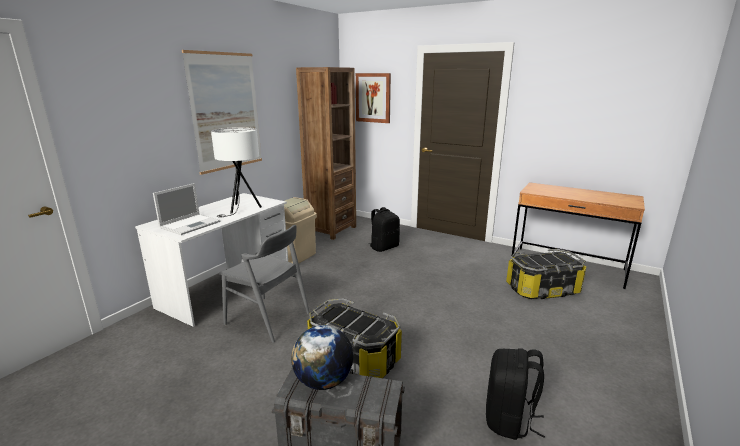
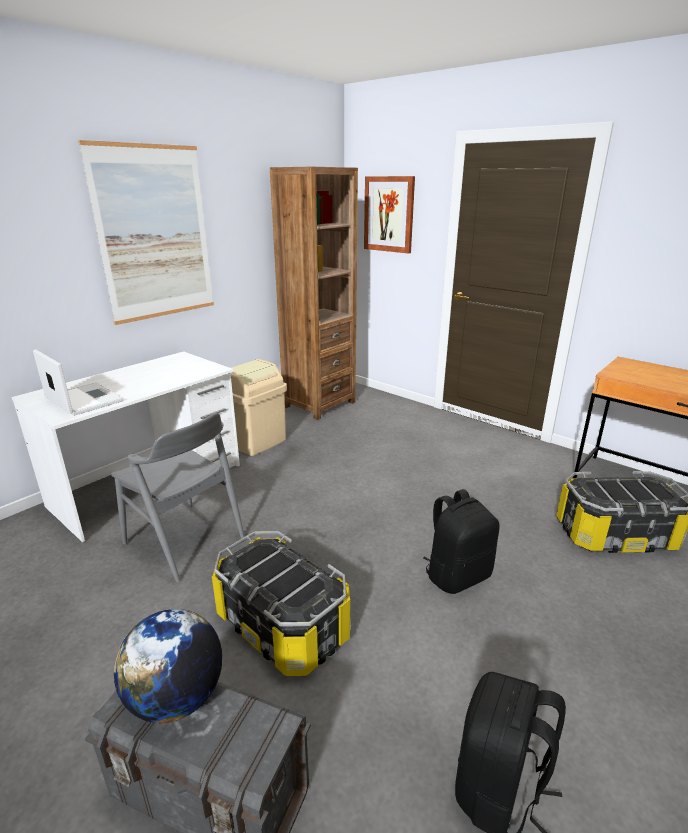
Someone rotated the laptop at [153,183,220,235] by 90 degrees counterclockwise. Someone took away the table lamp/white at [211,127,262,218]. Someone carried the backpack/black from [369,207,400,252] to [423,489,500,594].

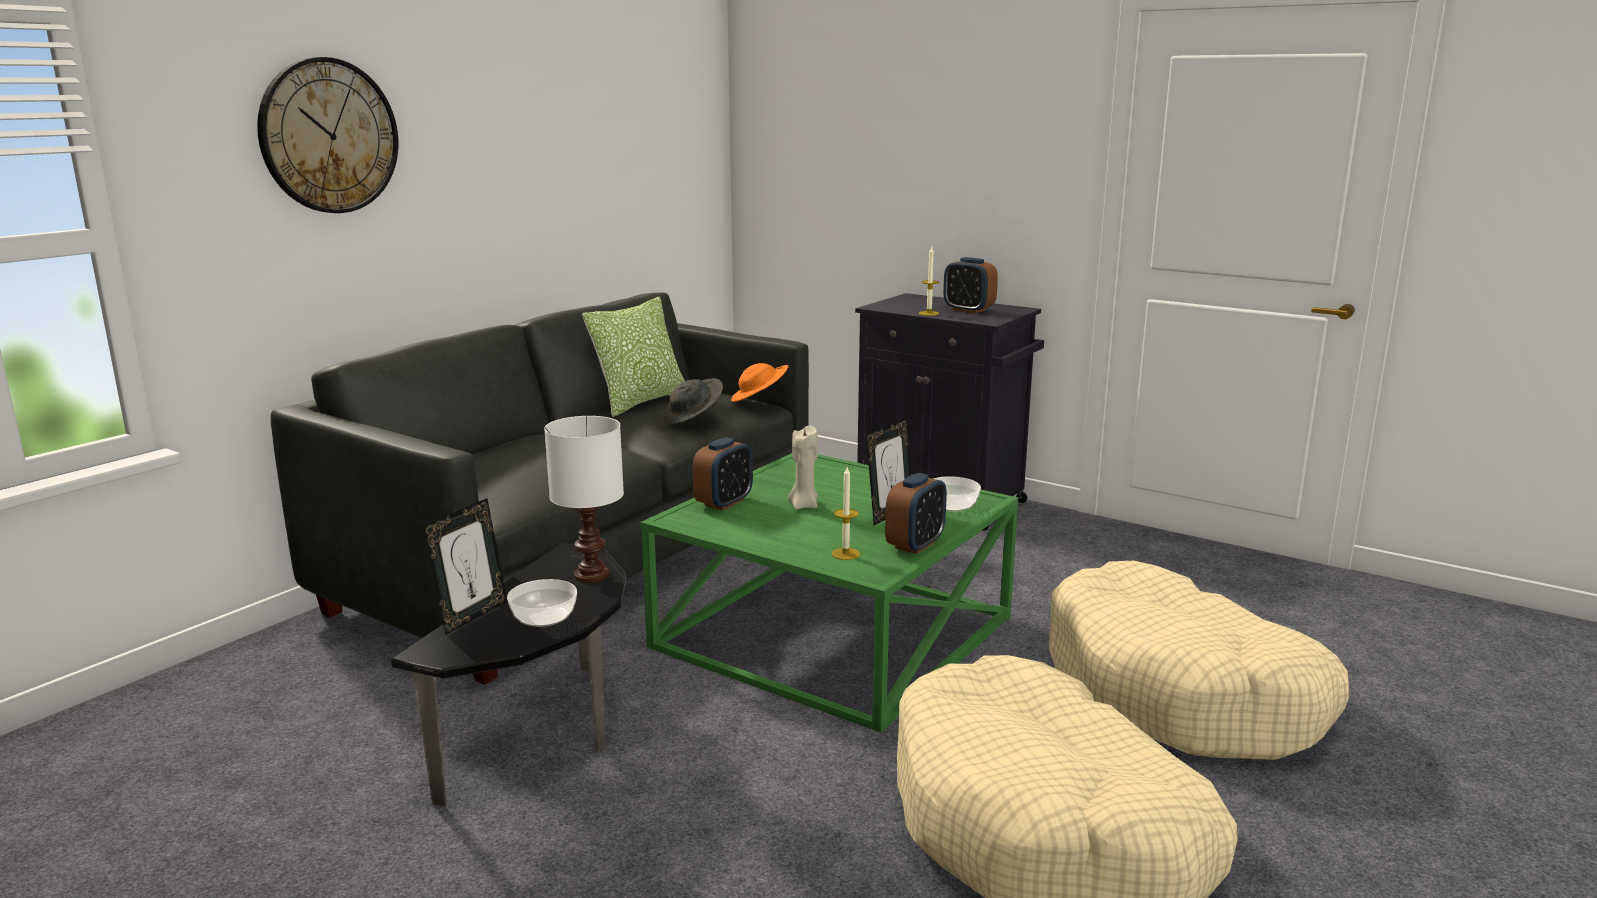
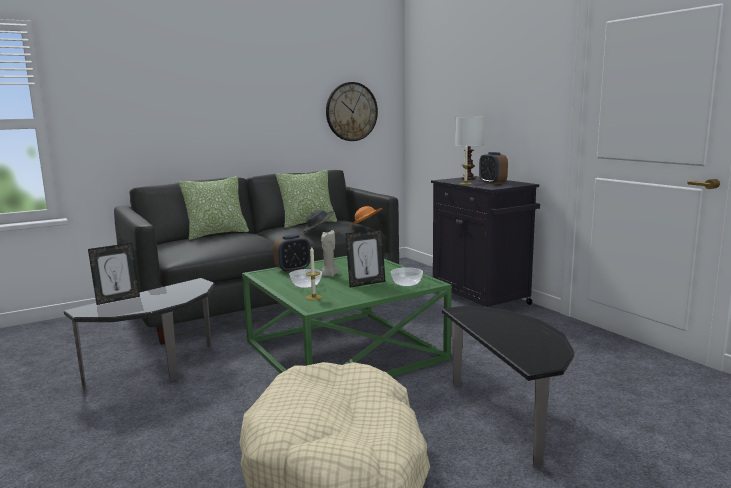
Someone carried the wall clock from [257,57,398,213] to [326,82,378,141]. Someone carried the bowl from [507,579,577,627] to [289,269,322,288]. Someone carried the table lamp/white from [544,416,624,583] to [455,117,484,180]. Someone took away the alarm clock at [885,473,947,554]. Someone swapped the dog bed/beige at [1049,561,1349,760] for the side table at [442,305,574,468]. Someone put down the pillow at [179,176,249,240].

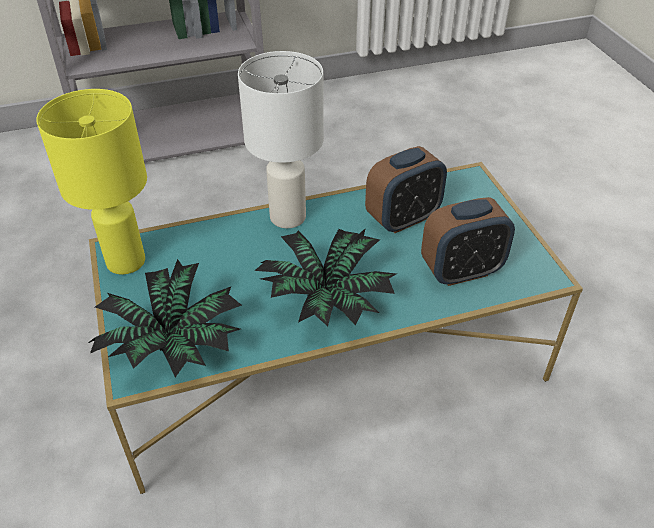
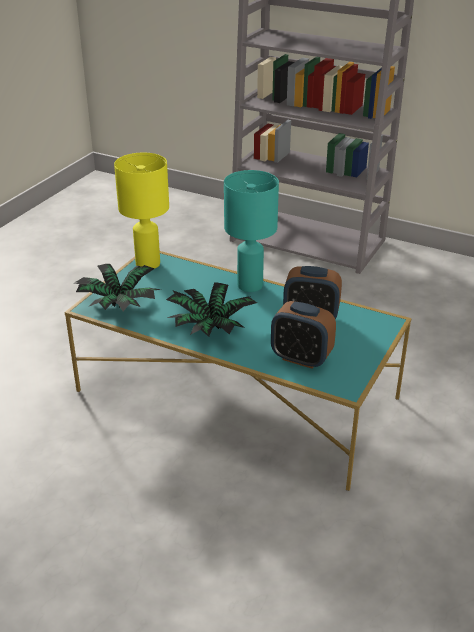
Someone repainted the table lamp/white at [238,51,324,228], which became the table lamp/turquoise at [224,170,279,292].

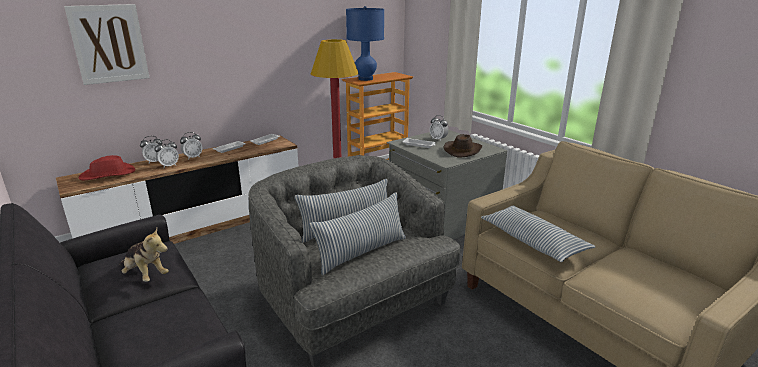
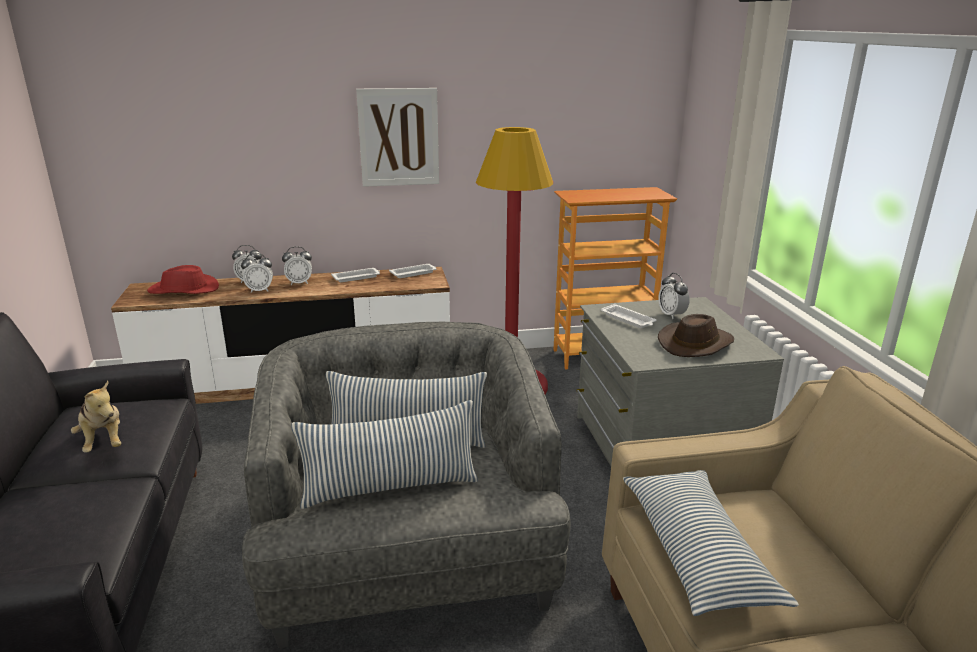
Someone carried the picture from [64,4,150,85] to [356,88,439,187]. Someone took away the table lamp/blue at [346,6,384,81].

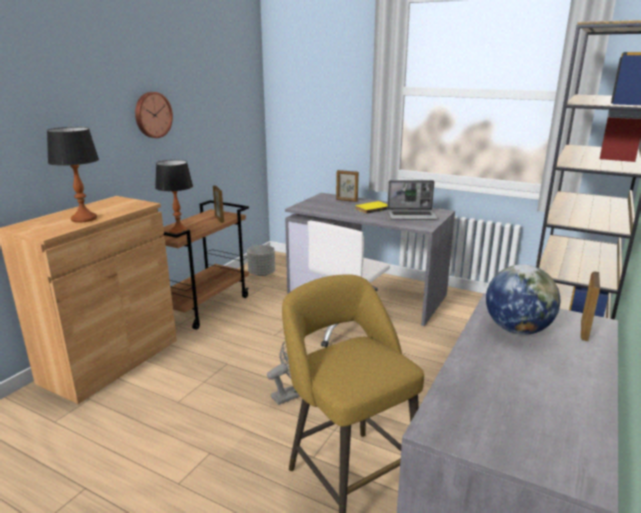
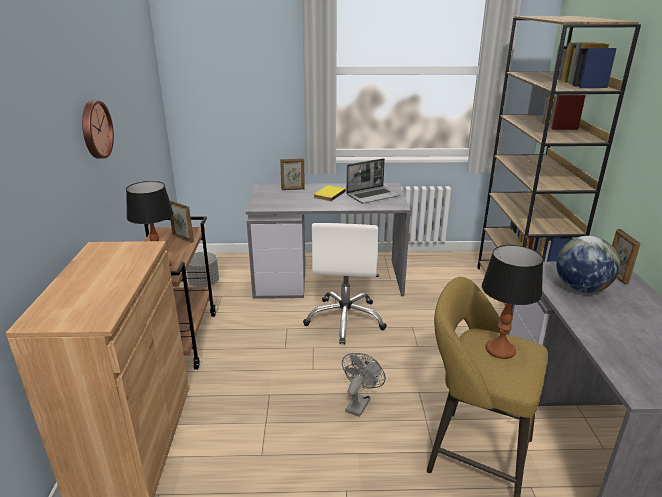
Someone carried the table lamp from [47,127,99,223] to [482,245,543,359].

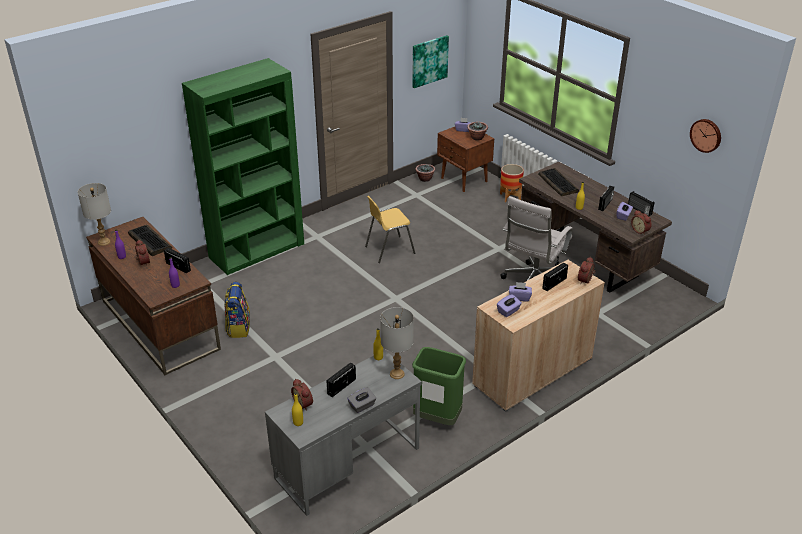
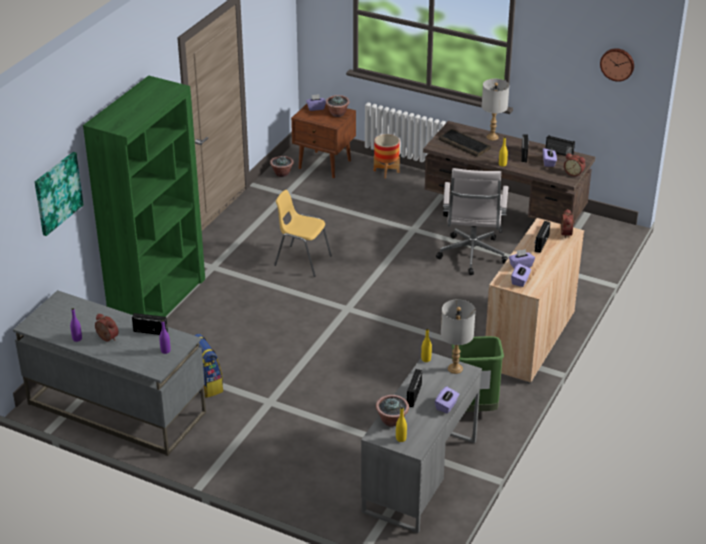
Someone carried the table lamp/grey from [78,183,111,246] to [482,79,509,140]. Someone repainted the desk/brown at [86,217,221,375], which became the desk/grey at [13,290,206,456]. Someone took away the keyboard at [128,225,172,256]. Someone swapped the alarm clock at [291,379,313,411] for the potted plant at [376,395,409,427]. Someone repainted the tissue box/grey at [347,387,376,413], which became the tissue box/purple at [435,386,459,413]. Someone rotated the chair/yellow at [365,196,415,263] by 75 degrees clockwise. Someone carried the picture from [412,35,449,88] to [35,152,84,236].

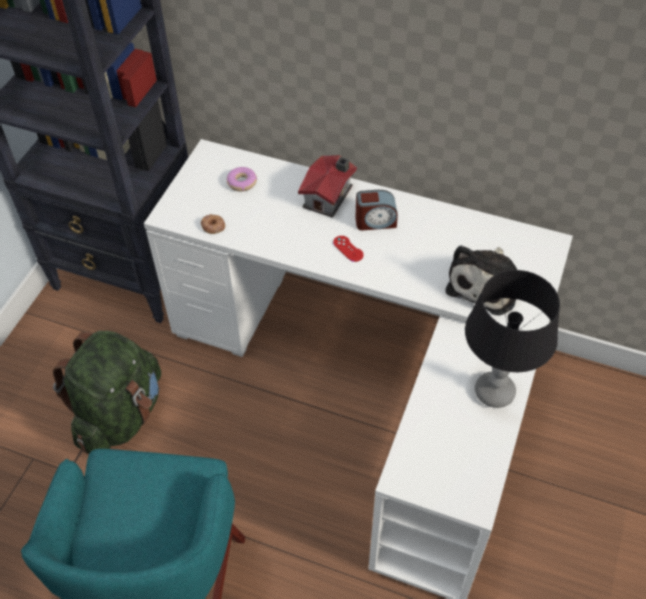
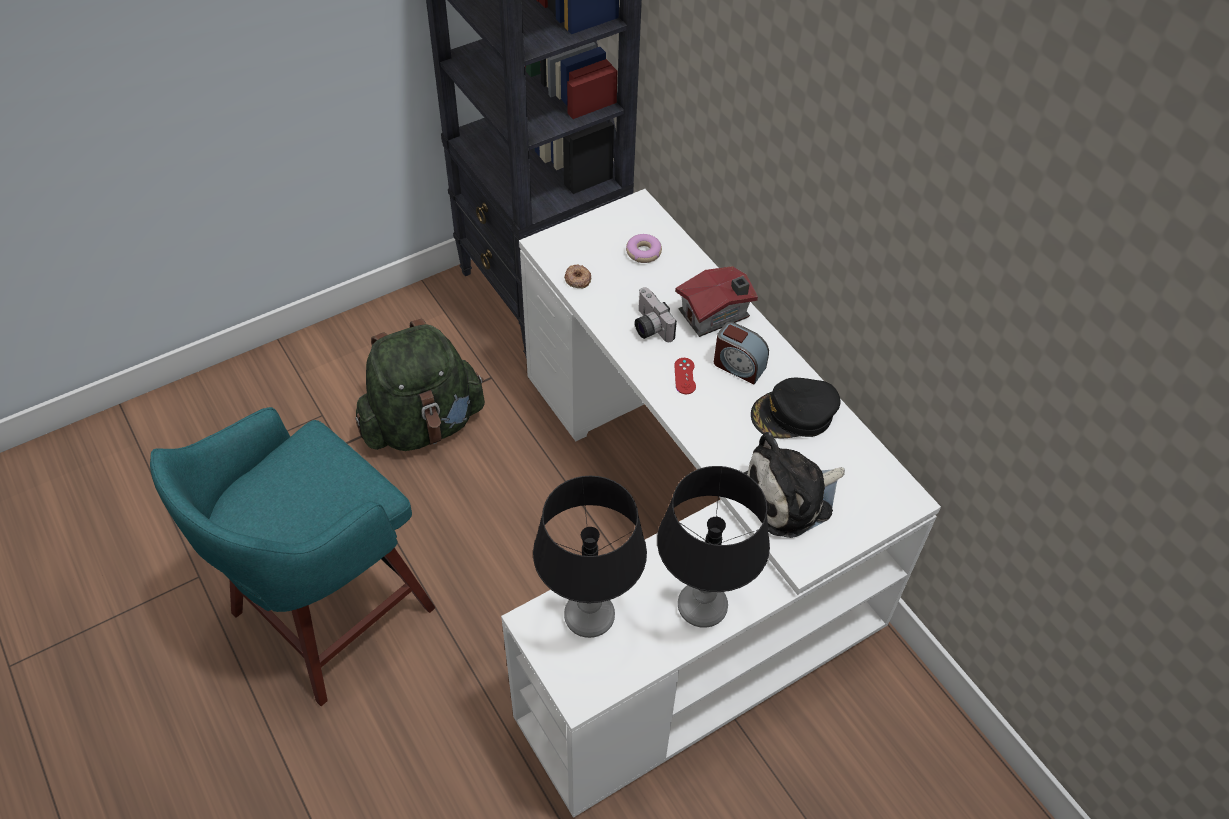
Someone put down the table lamp/black at [533,476,647,638]. Someone put down the photo camera at [635,287,677,342]. Someone put down the cap/black at [751,378,841,438].

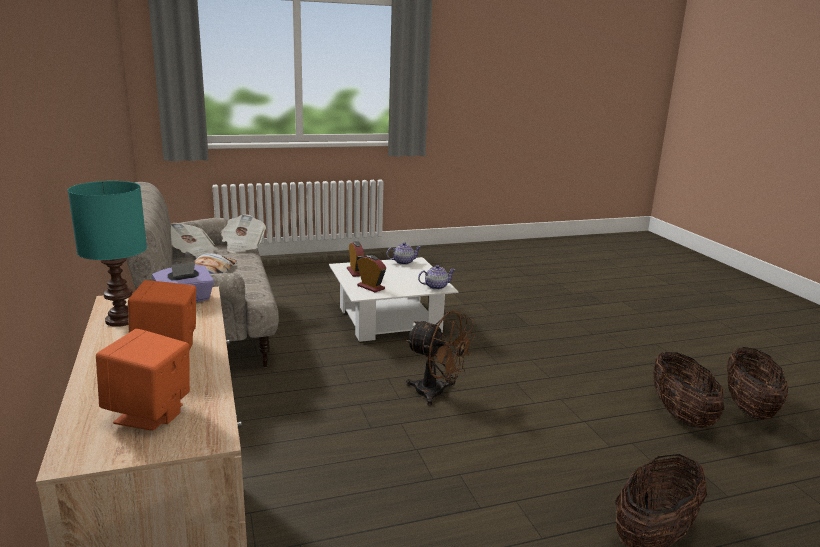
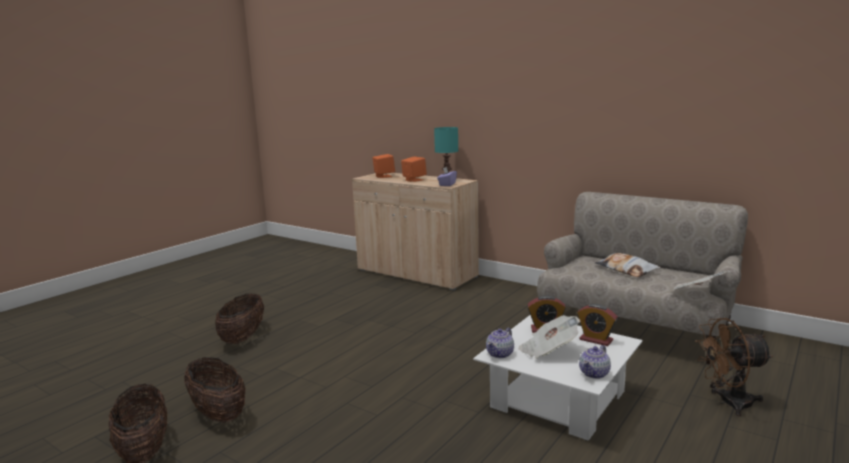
Someone carried the newspaper from [171,223,217,258] to [519,315,580,359]. Someone carried the fan/brown from [406,311,475,406] to [695,318,773,416].

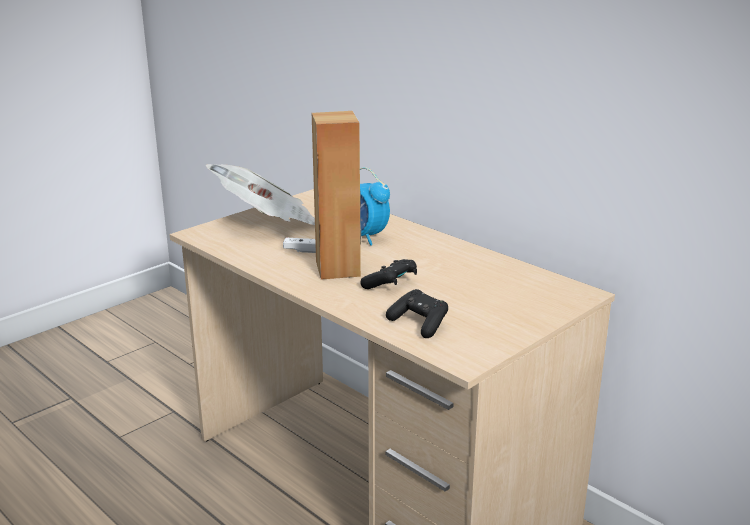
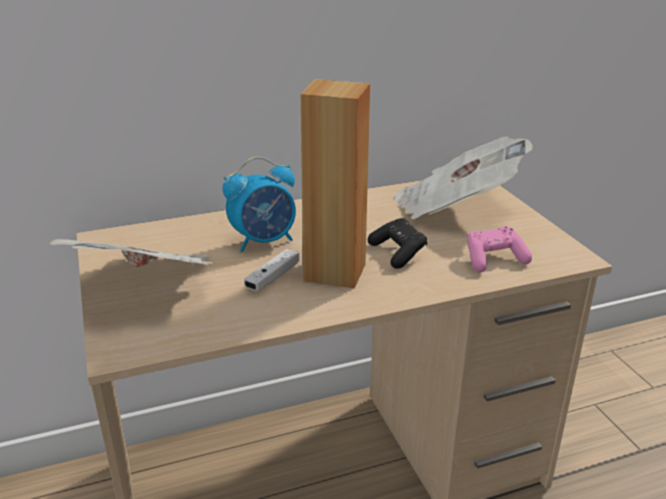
Someone repainted the game controller/black at [386,289,448,338], which became the game controller/pink at [467,226,532,272]. Someone put down the newspaper at [394,137,533,219].

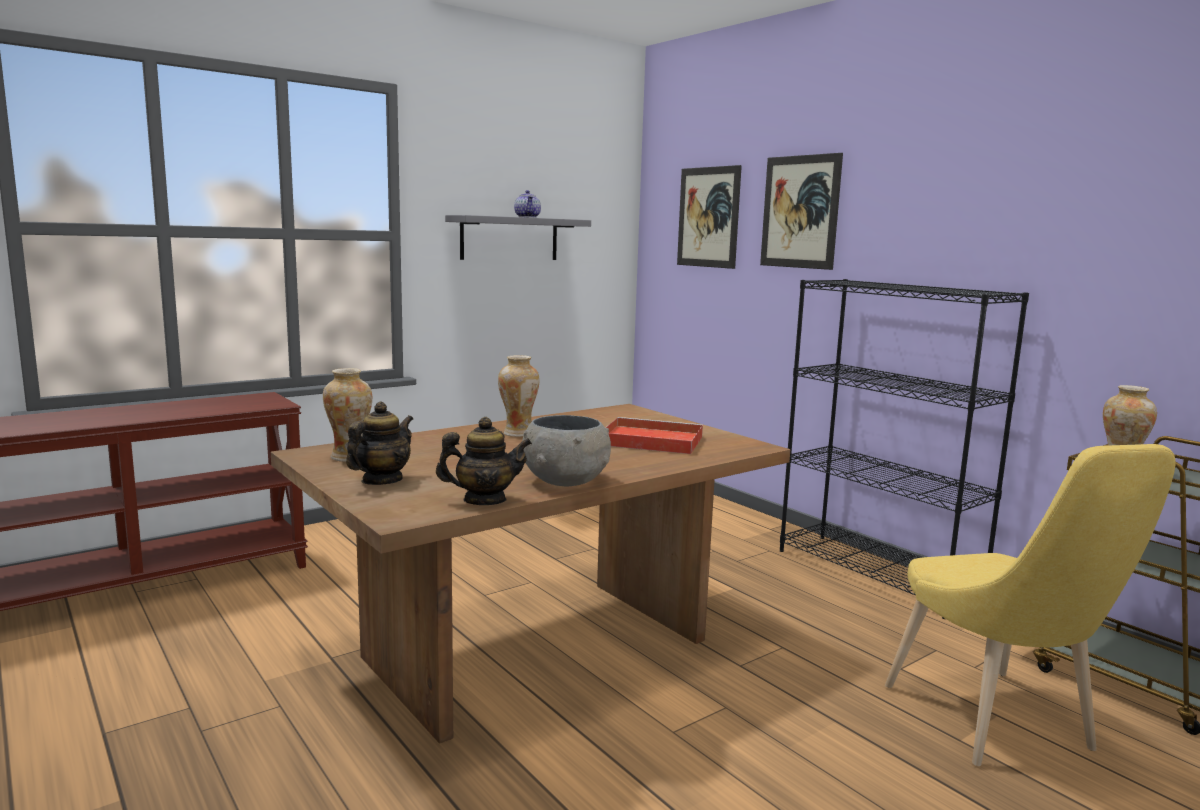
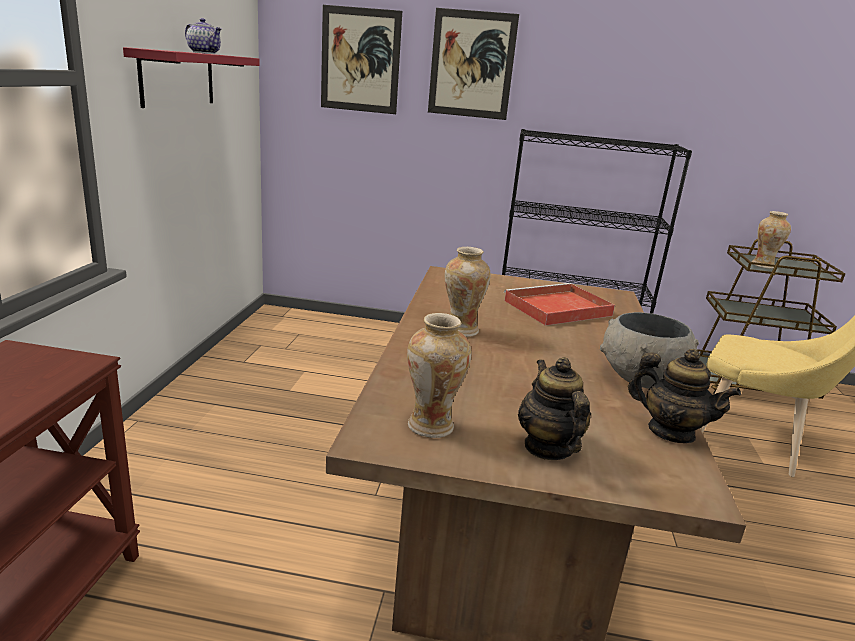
Someone rotated the teapot at [436,417,532,505] by 90 degrees clockwise. Someone repainted the shelf/grey at [445,215,591,260], which became the shelf/red at [123,47,260,108].

